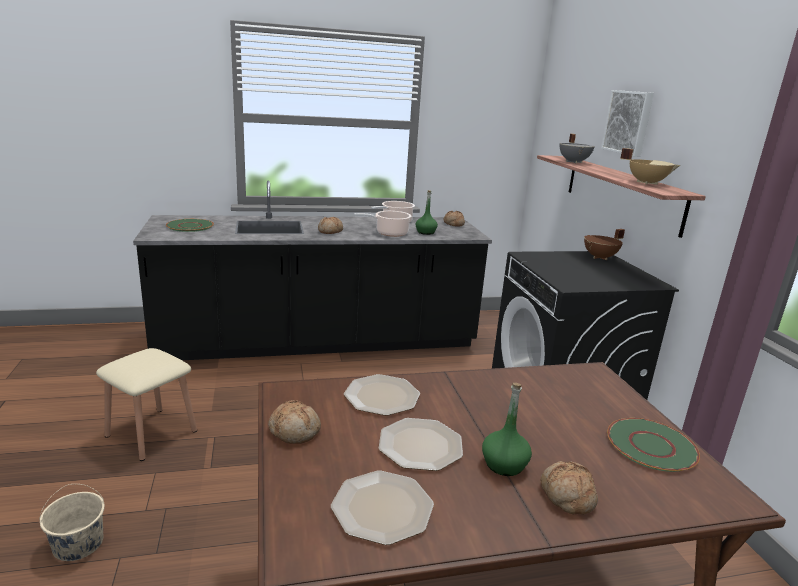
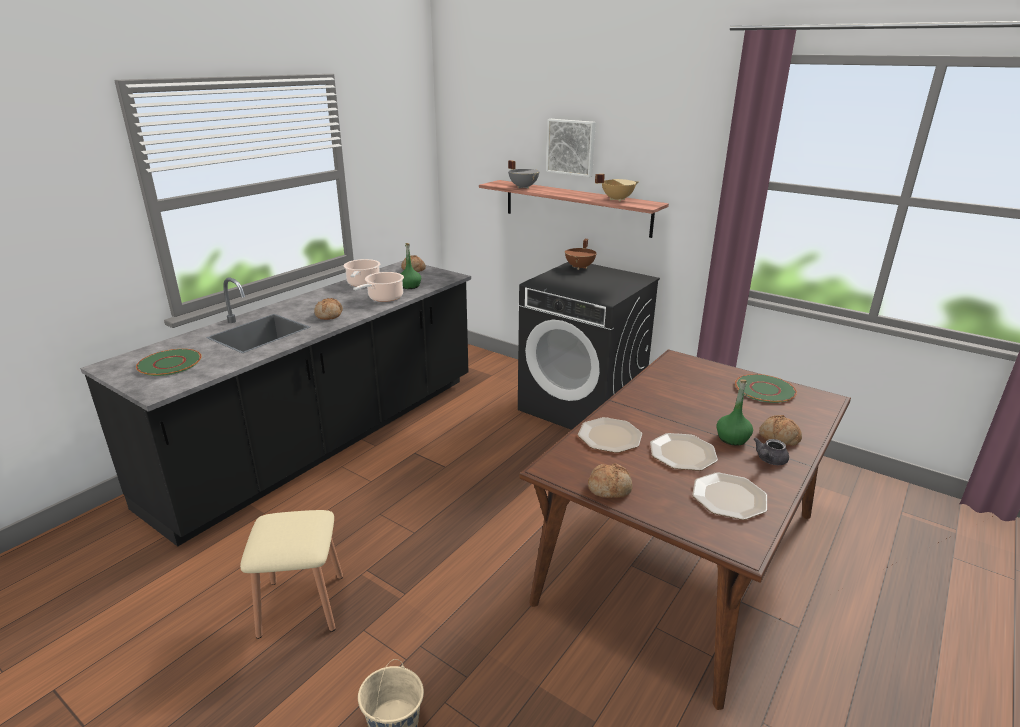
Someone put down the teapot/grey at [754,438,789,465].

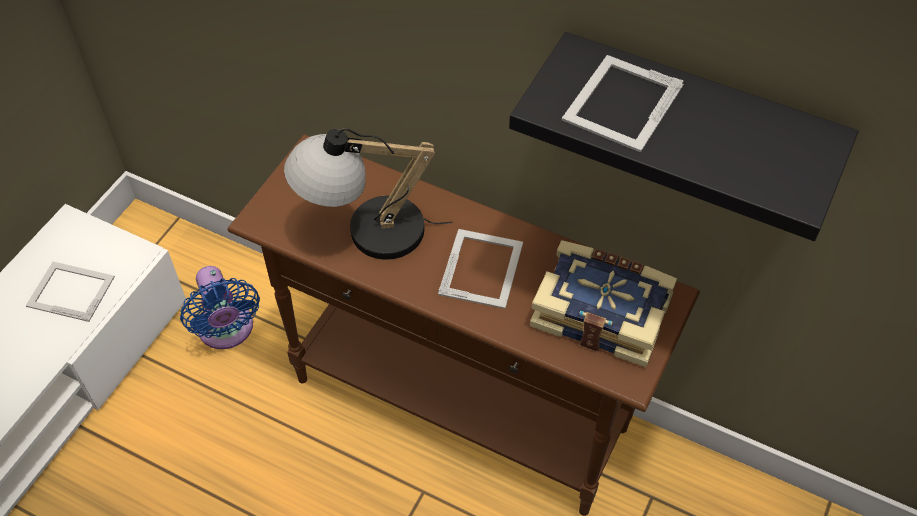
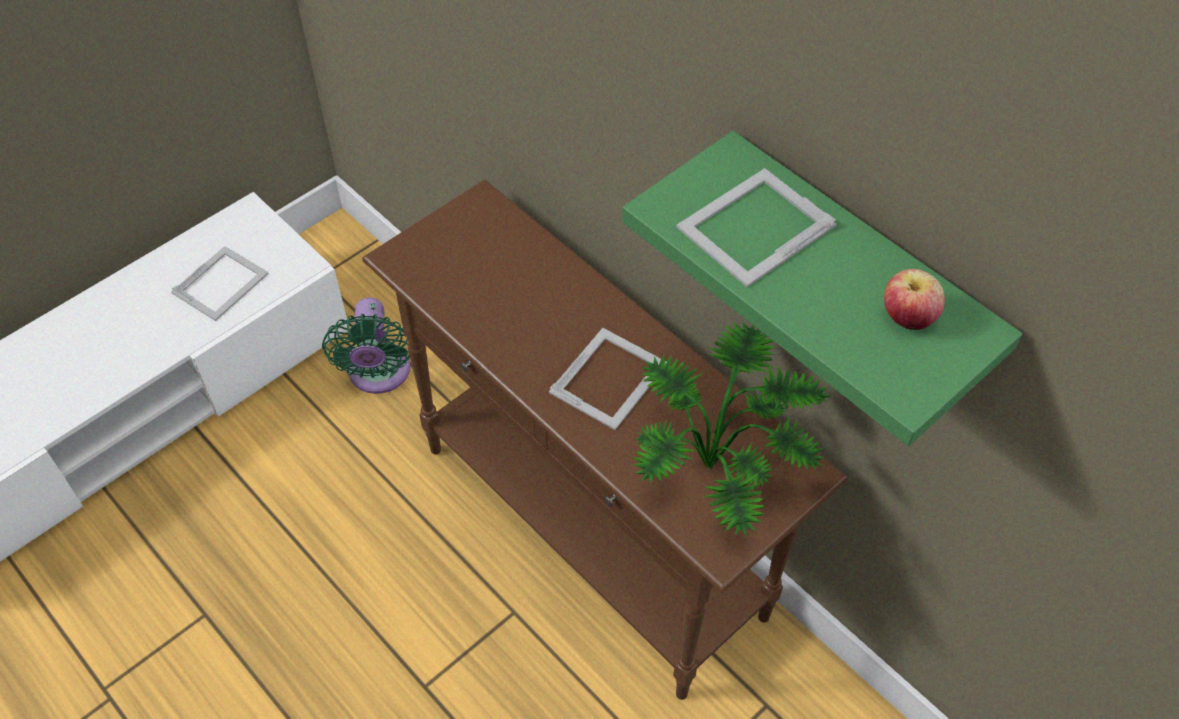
Someone rotated the picture frame at [26,262,115,322] by 90 degrees clockwise. Someone repainted the fan/blue at [180,266,260,349], which became the fan/green at [322,298,410,394]. Someone took away the table lamp at [284,128,452,260]. Someone repainted the shelf/black at [509,32,859,241], which became the shelf/green at [622,131,1022,446]. Someone swapped the book at [530,240,677,367] for the potted plant at [632,322,830,535]. Someone put down the apple at [884,269,945,330].

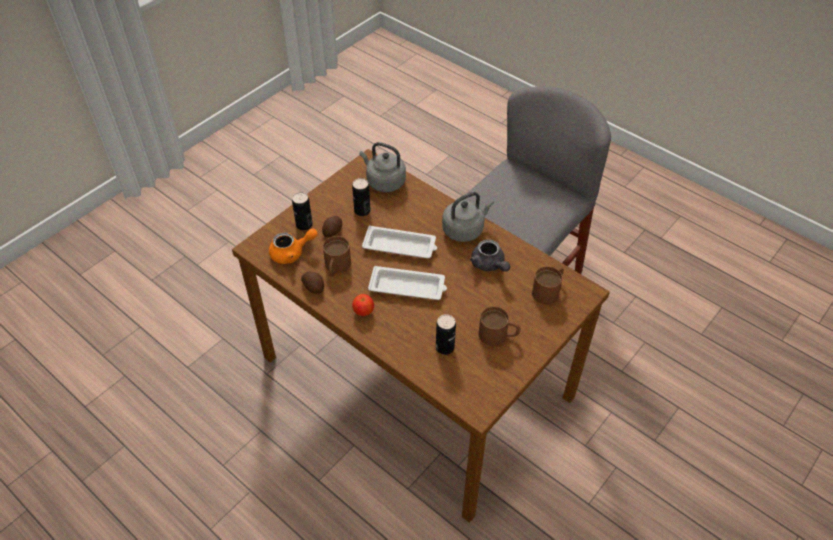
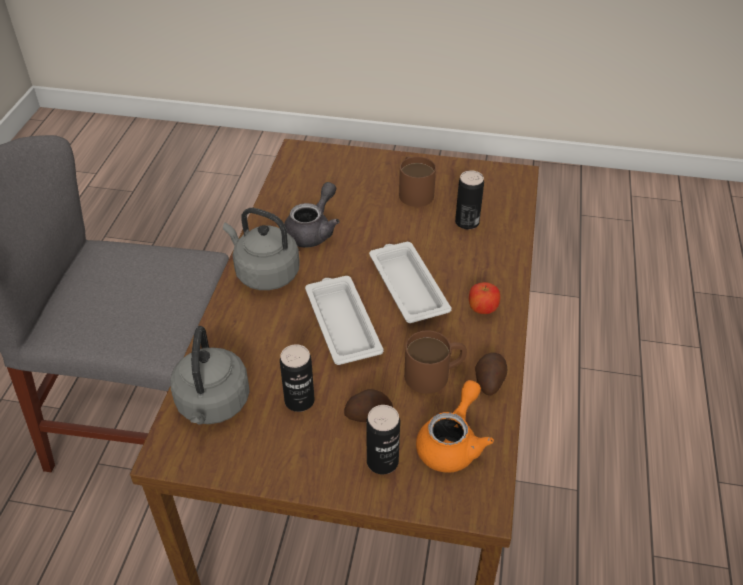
Someone rotated the teapot/orange at [269,228,318,264] by 75 degrees clockwise. Someone took away the mug/brown at [532,266,564,305].

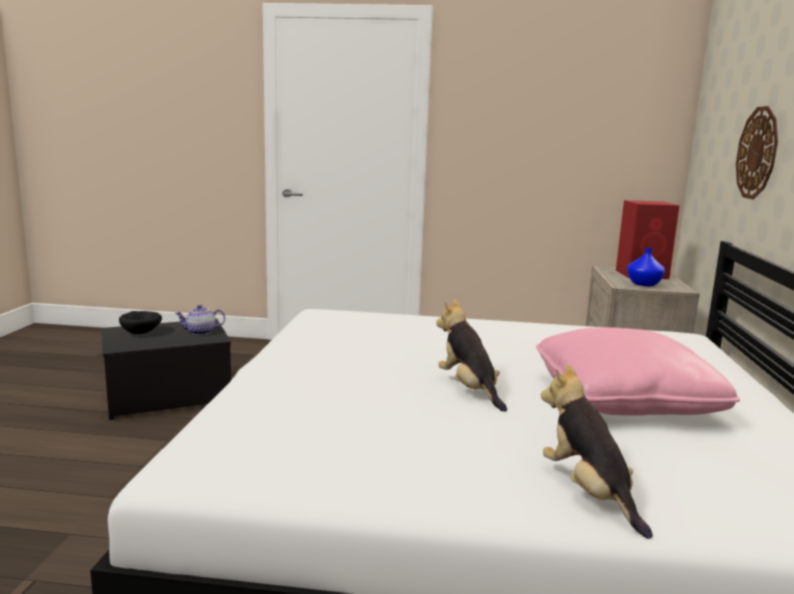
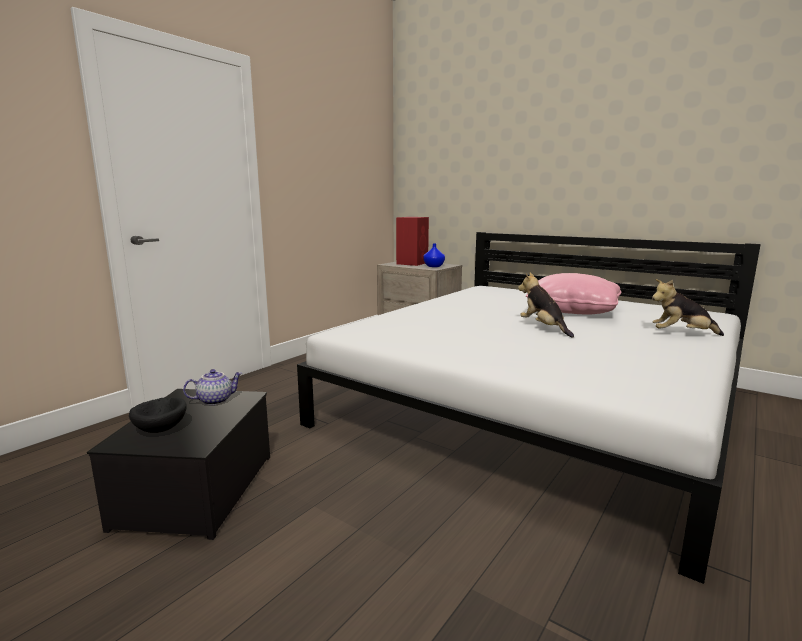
Someone rotated the teapot at [175,305,225,335] by 135 degrees counterclockwise. Someone rotated the plush toy at [436,299,507,412] by 60 degrees clockwise. Someone took away the wall clock at [736,106,778,199].

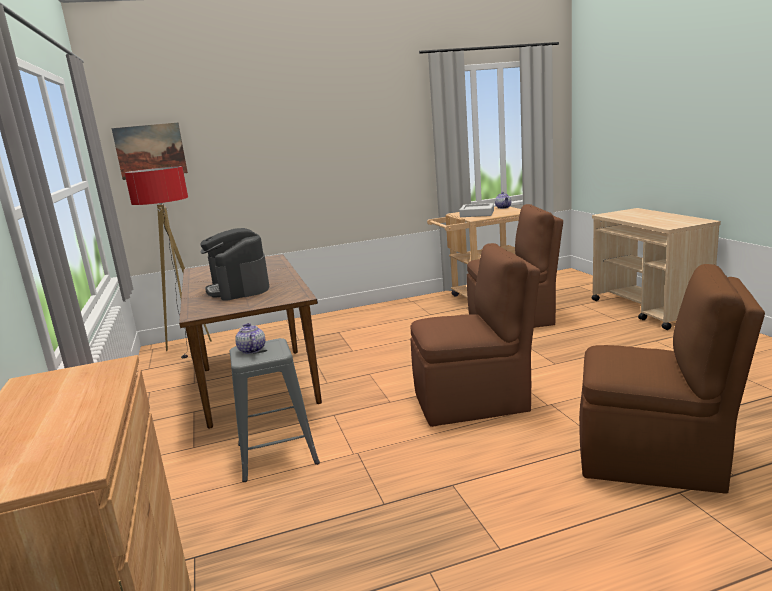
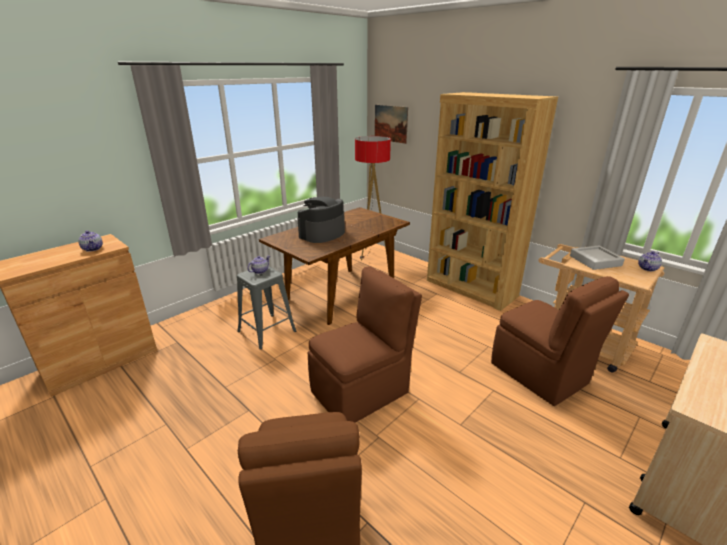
Someone rotated the chair/brown at [411,243,540,427] by 90 degrees counterclockwise. Someone put down the teapot at [78,231,103,252]. Someone put down the bookcase/brown at [427,92,558,311].

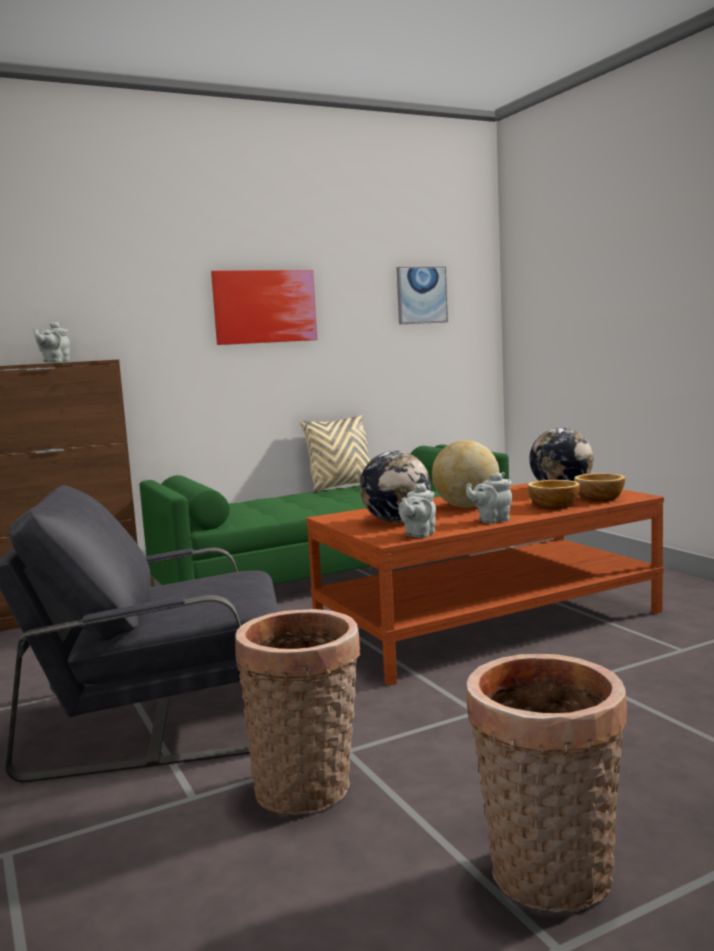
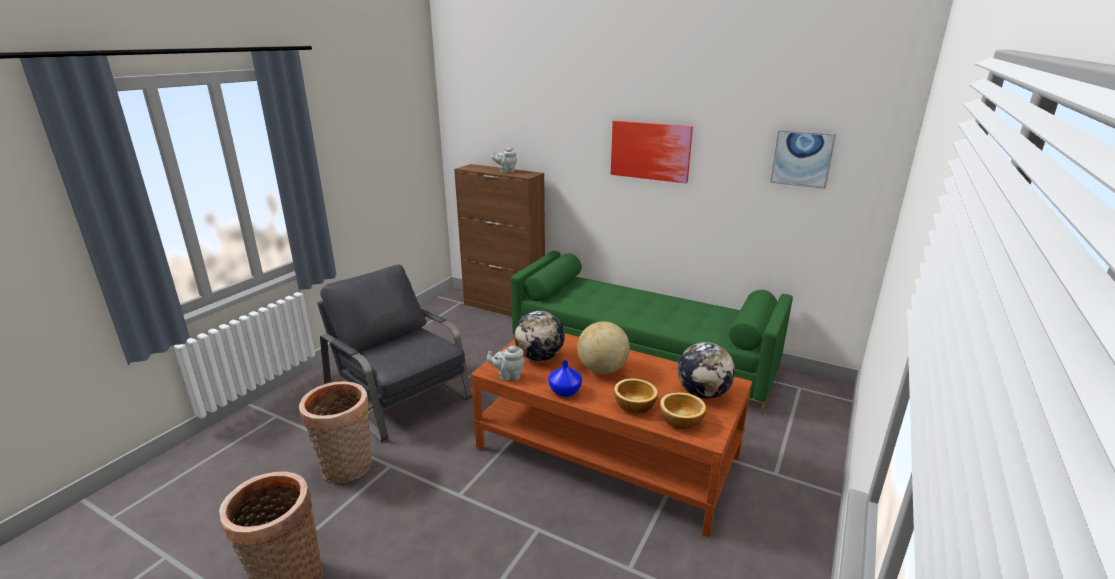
Someone took away the pillow/beige at [300,415,370,492]. Someone swapped the teapot/grey at [466,472,512,524] for the vase/blue at [548,360,582,397].

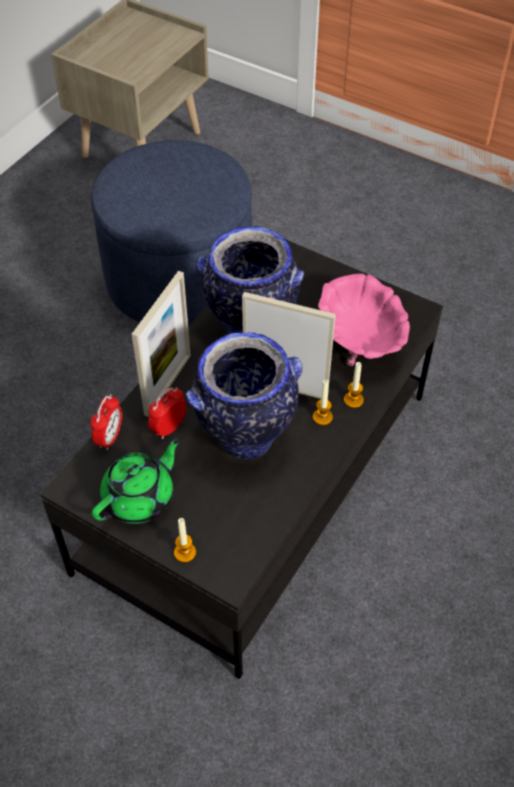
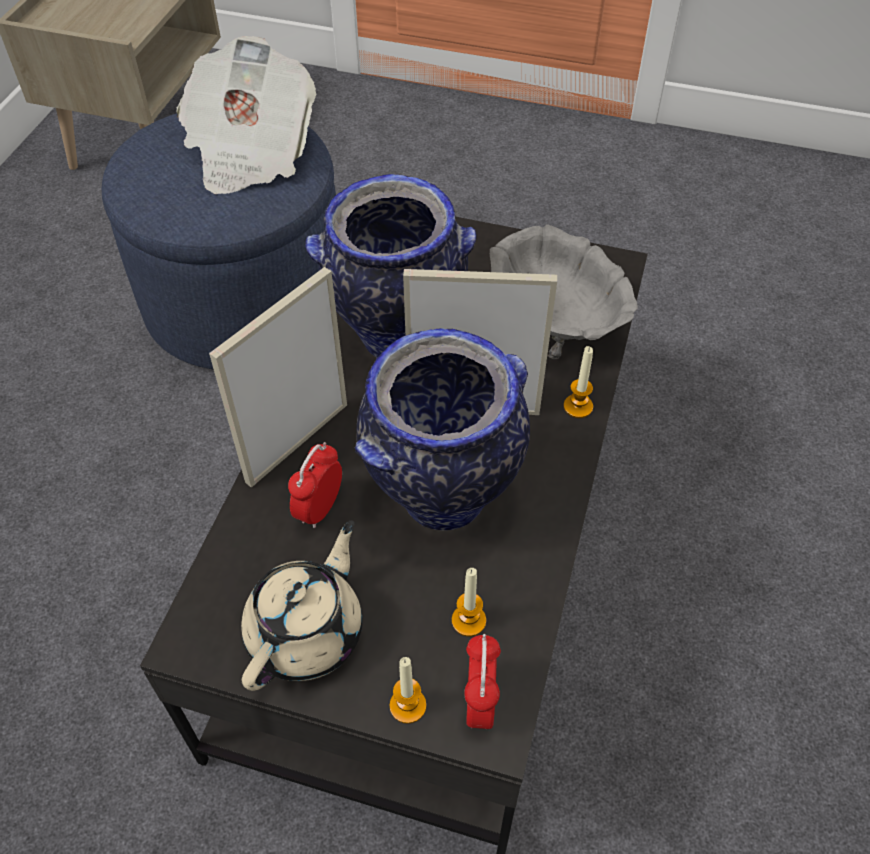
Someone carried the alarm clock from [90,394,122,451] to [464,634,501,729]. Someone repainted the teapot/green at [92,437,181,524], which became the teapot/beige at [241,520,362,691]. Someone rotated the picture frame at [132,271,191,417] by 150 degrees counterclockwise. Someone carried the candle from [313,380,333,425] to [452,568,486,637]. Someone repainted the bowl/pink at [318,274,410,366], which became the bowl/grey at [490,224,638,359]. Someone put down the newspaper at [177,36,316,194].

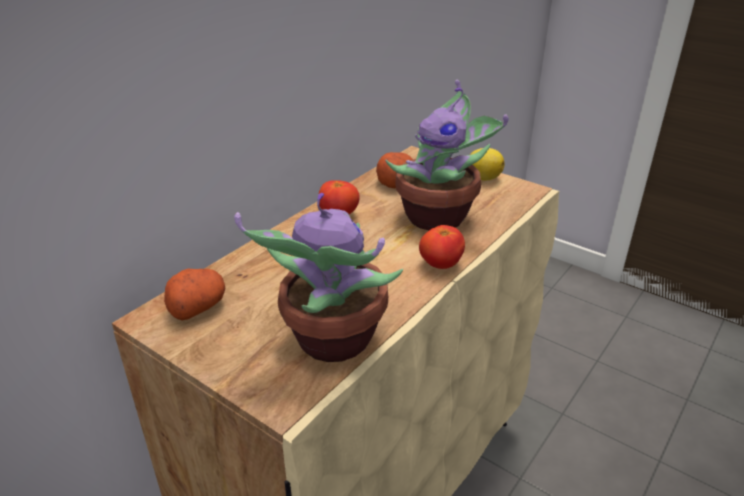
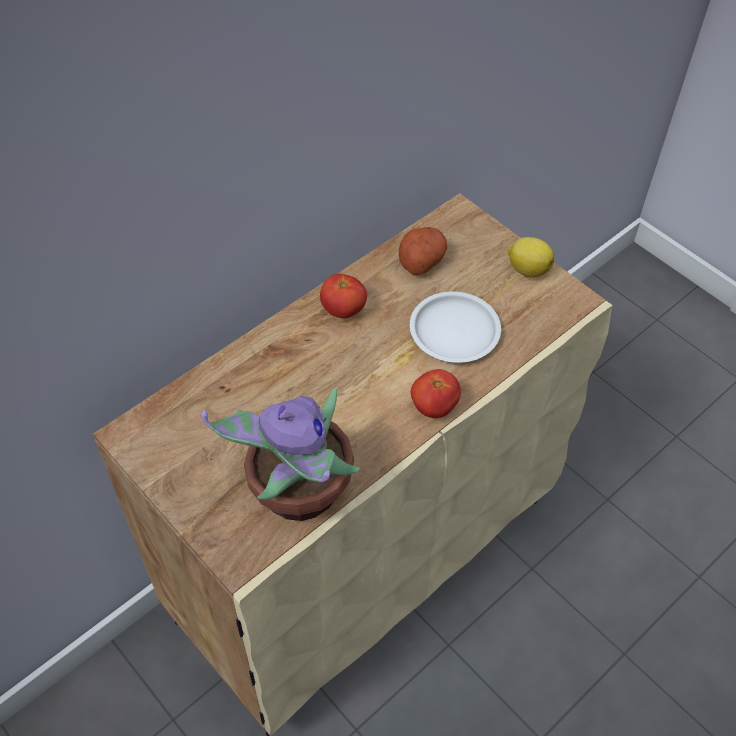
Someone took away the potato at [164,269,226,321]. Someone swapped the potted plant at [385,80,508,230] for the plate/white at [410,291,501,363].

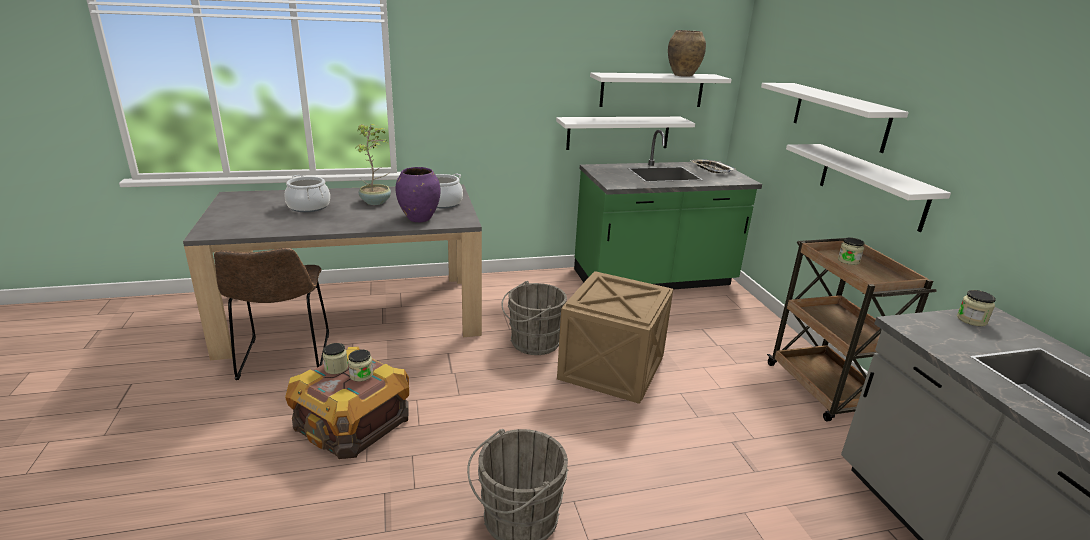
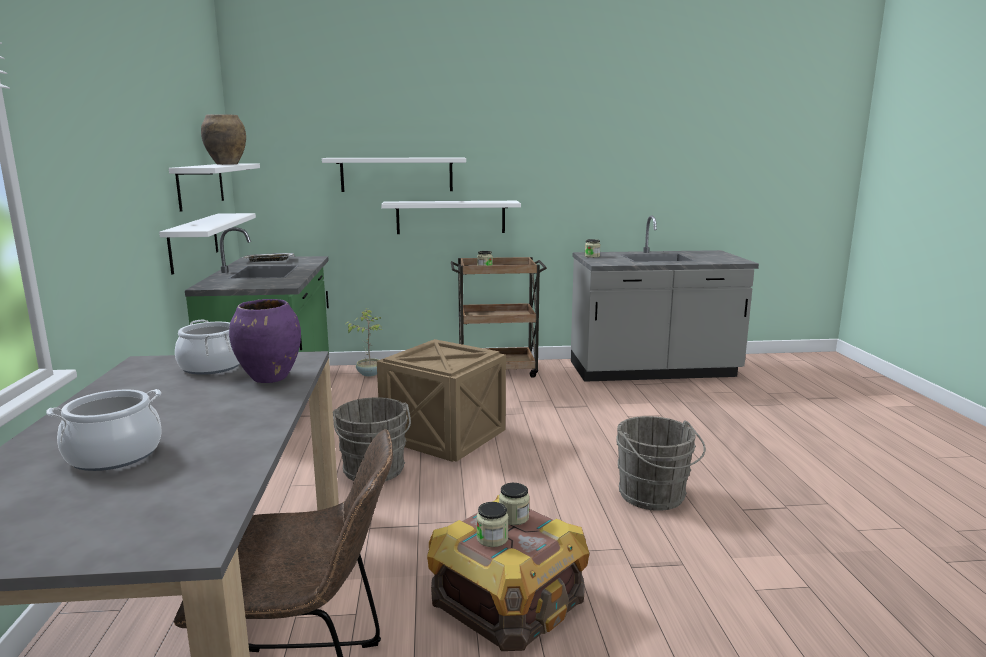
Someone carried the potted plant from [356,124,391,205] to [346,308,382,377].

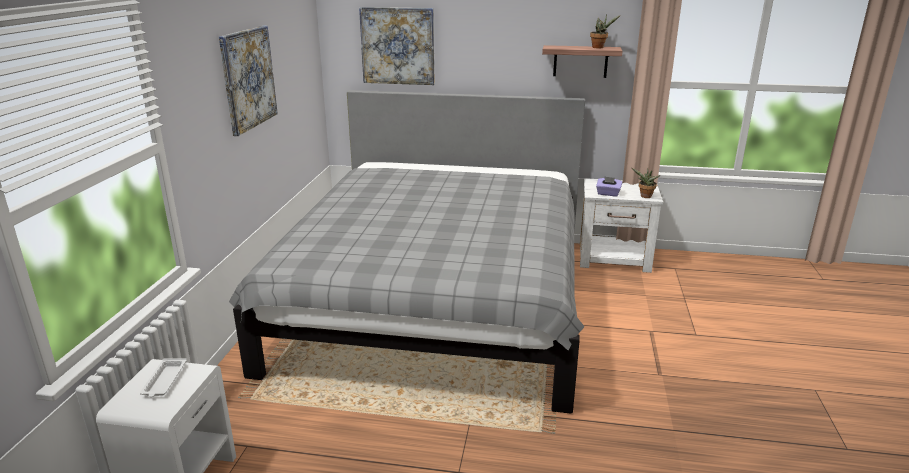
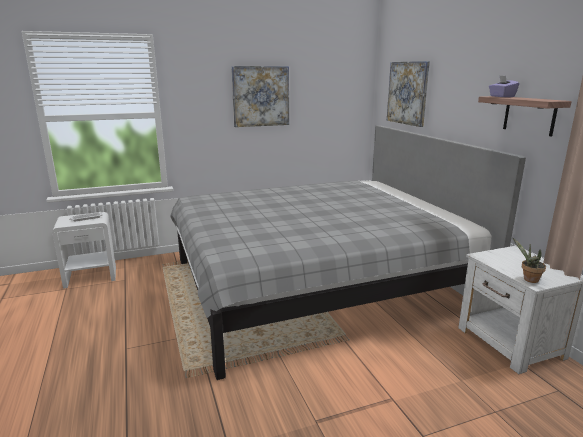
Someone took away the potted plant at [590,14,621,48]. Someone carried the tissue box/purple from [596,176,623,197] to [489,75,519,97].

